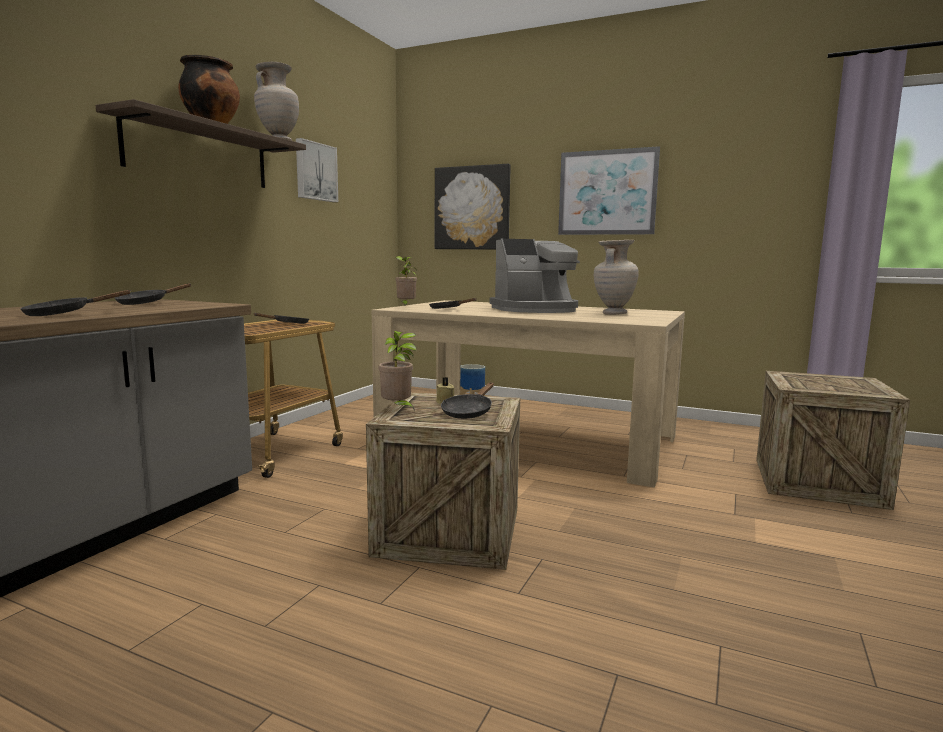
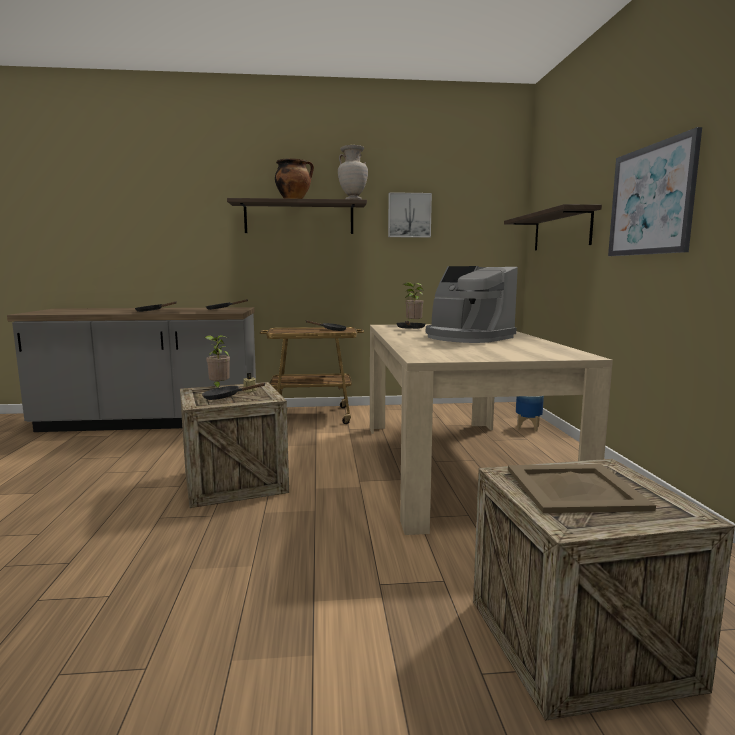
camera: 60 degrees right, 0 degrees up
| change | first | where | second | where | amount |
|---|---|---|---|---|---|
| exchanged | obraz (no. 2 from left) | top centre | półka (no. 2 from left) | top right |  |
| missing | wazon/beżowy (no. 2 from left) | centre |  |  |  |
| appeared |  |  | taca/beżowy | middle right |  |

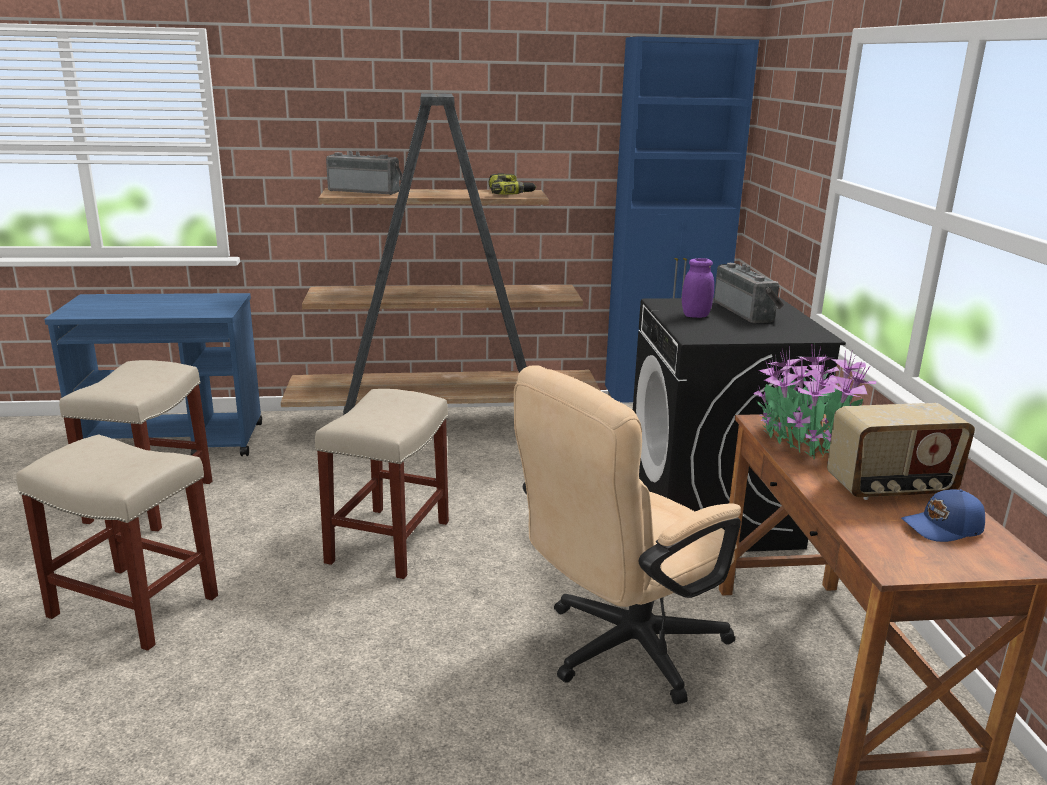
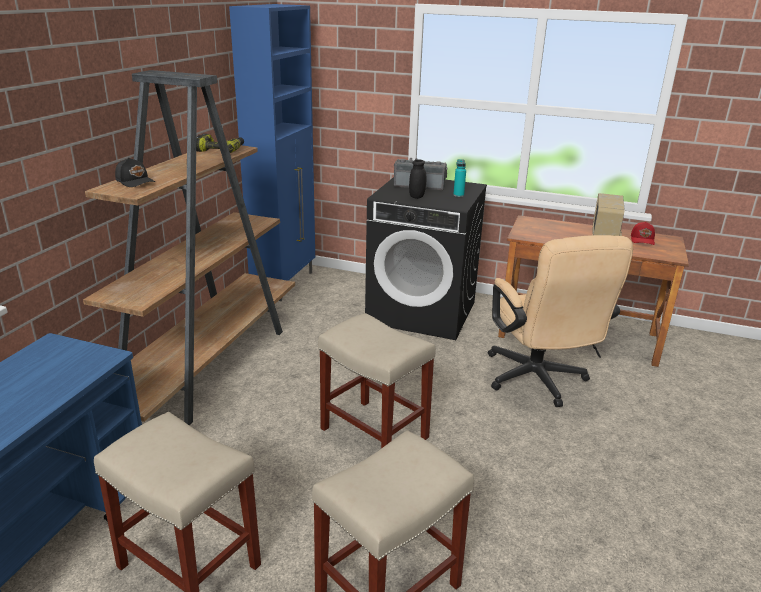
camera: 65 degrees left, 5 degrees up
| change | first | where | second | where | amount |
|---|---|---|---|---|---|
| exchanged | radio (no. 1 from left) | top centre | czapka z daszkiem/czarny | top left |  |
| colour | słoik/fioletowy | middle right | słoik/czarny | top centre |  |
| missing | roślina doniczkowa | middle right |  |  |  |
| colour | czapka z daszkiem/niebieski | middle right | czapka z daszkiem/czerwony | middle right |  |
| appeared |  |  | butelka/turkusowy | top centre |  |

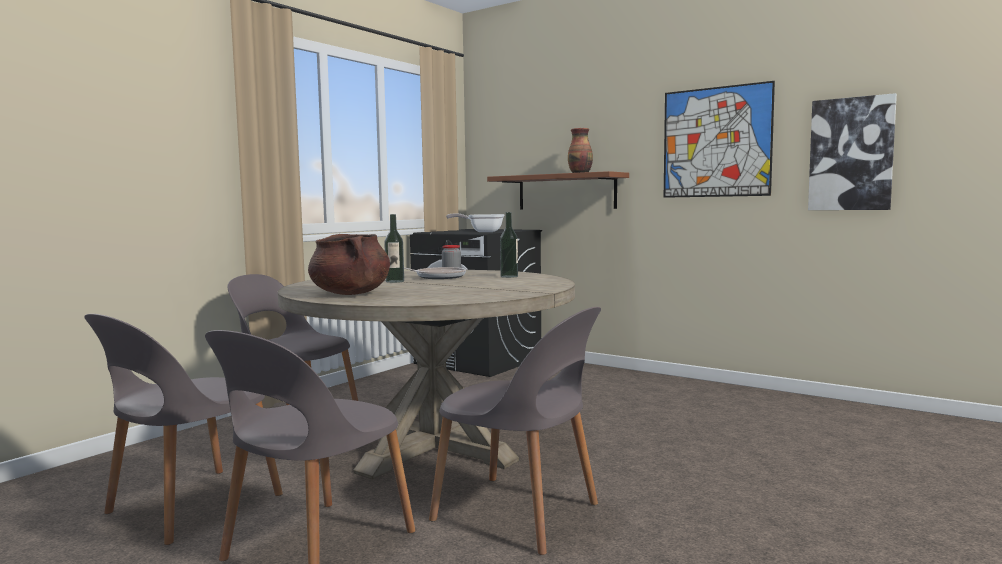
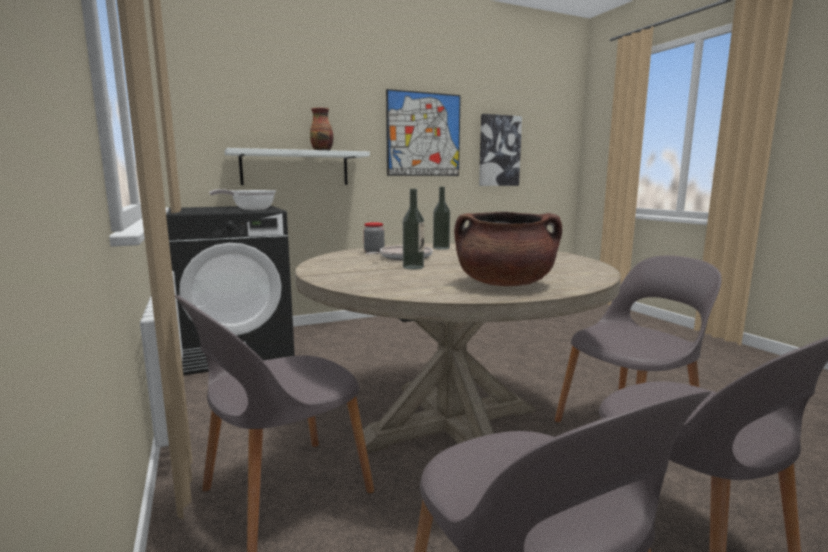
camera: 60 degrees left, 5 degrees up
| change | first | where | second | where | amount |
|---|---|---|---|---|---|
| colour | półka/brązowy | centre | półka/biały | top centre |  |

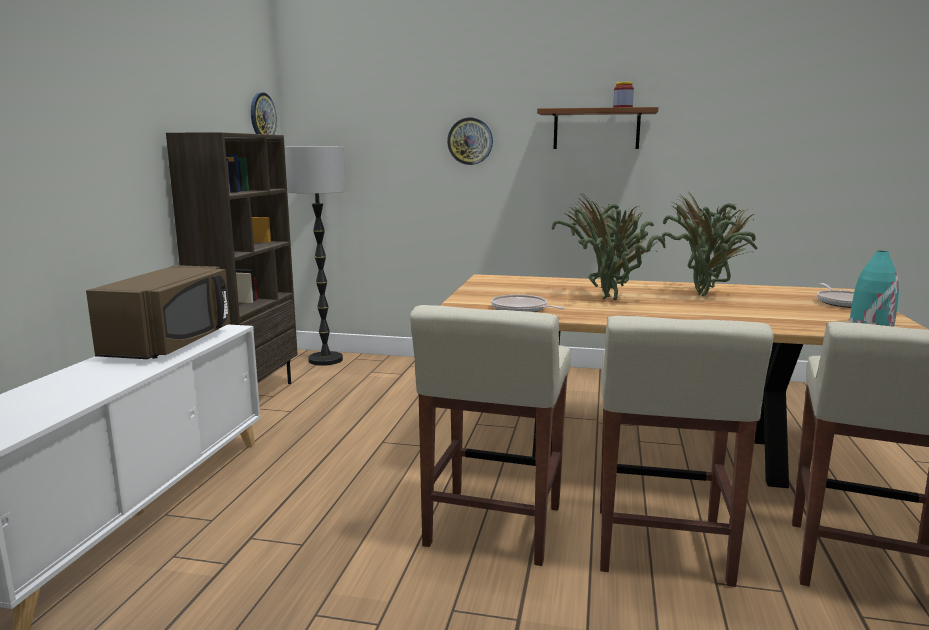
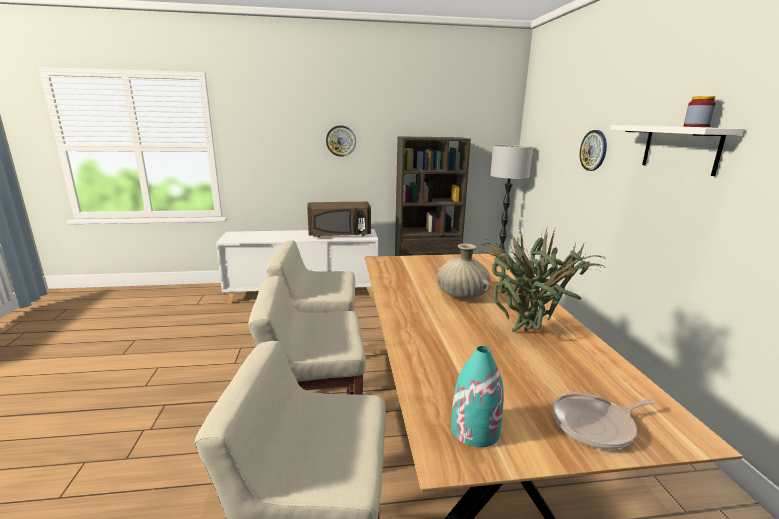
camera: 70 degrees right, 5 degrees up
| change | first | where | second | where | amount |
|---|---|---|---|---|---|
| relocated | zegar ścienny (no. 1 from left) | top left |  | top centre |  |
| missing | patelnia (no. 1 from left) | centre |  |  |  |
| colour | półka/brązowy | top centre | półka/biały | top right |  |
| exchanged | roślina doniczkowa (no. 1 from left) | centre | wazon/beżowy | centre |  |

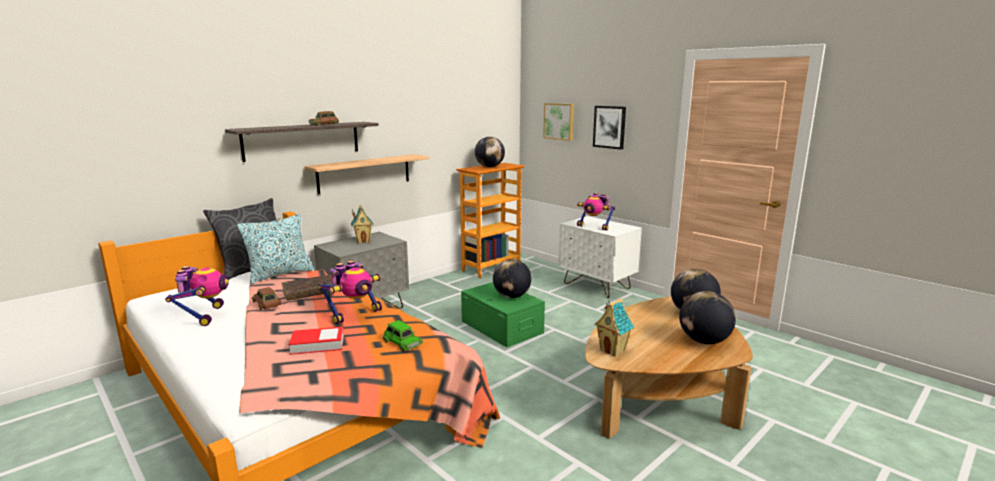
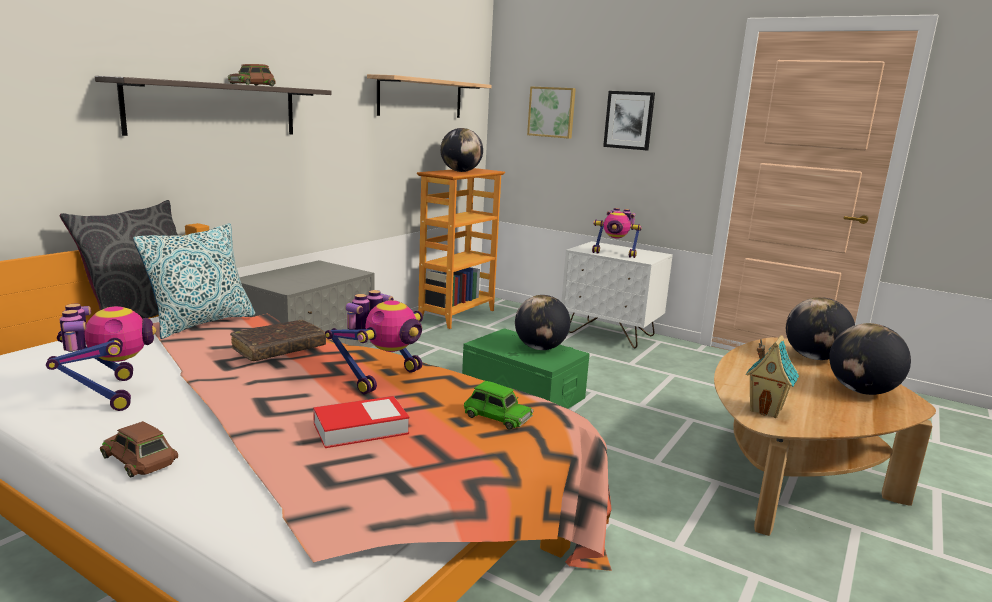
camera: 15 degrees left, 0 degrees up
| change | first | where | second | where | amount |
|---|---|---|---|---|---|
| relocated | samochodzik/brązowy (no. 1 from left) | middle left |  | bottom left |  |
| relocated | półka (no. 2 from left) | centre |  | top centre |  |
| missing | domek (no. 1 from left) | centre |  |  |  |

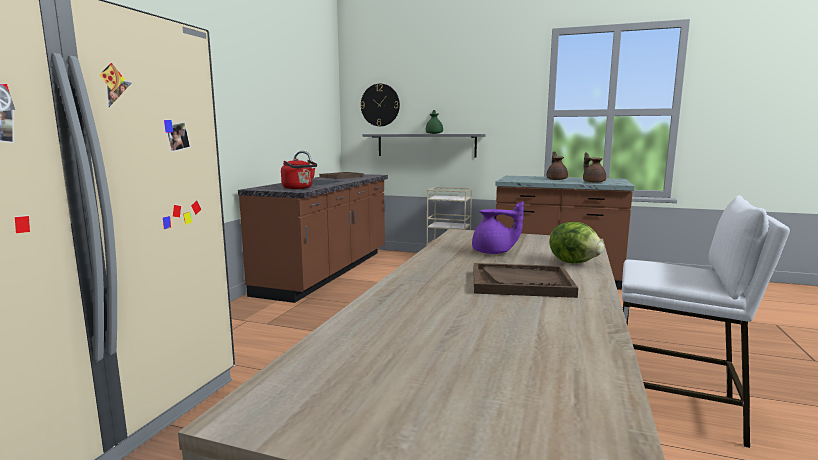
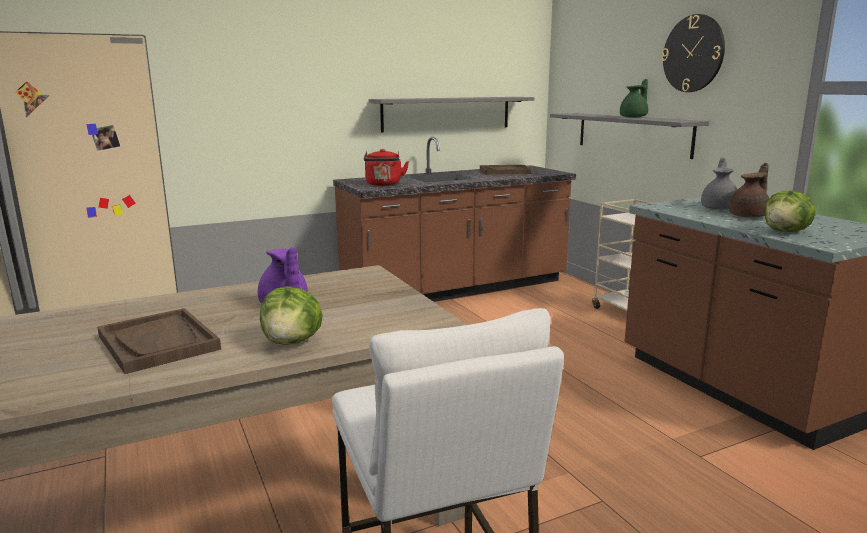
camera: 45 degrees right, 5 degrees up
| change | first | where | second | where | amount |
|---|---|---|---|---|---|
| relocated | zegar ścienny | top centre |  | top right |  |
| exchanged | imbryk/brązowy (no. 2 from left) | middle right | sałata (no. 2 from left) | middle right |  |
| appeared |  |  | półka/szary (no. 1 from left) | top centre |  |
| appeared |  |  | imbryk/szary | middle right |  |

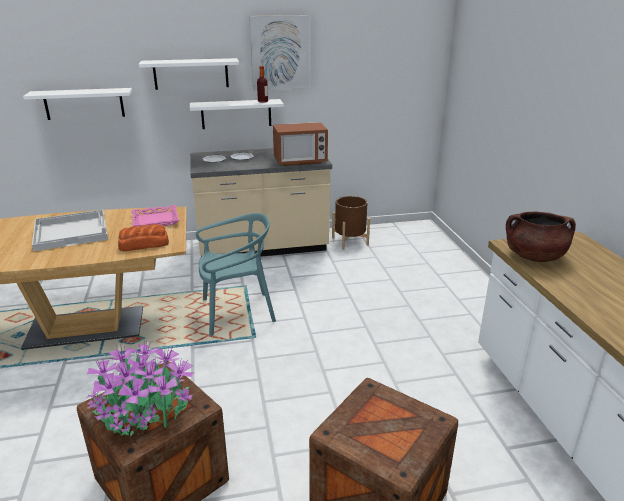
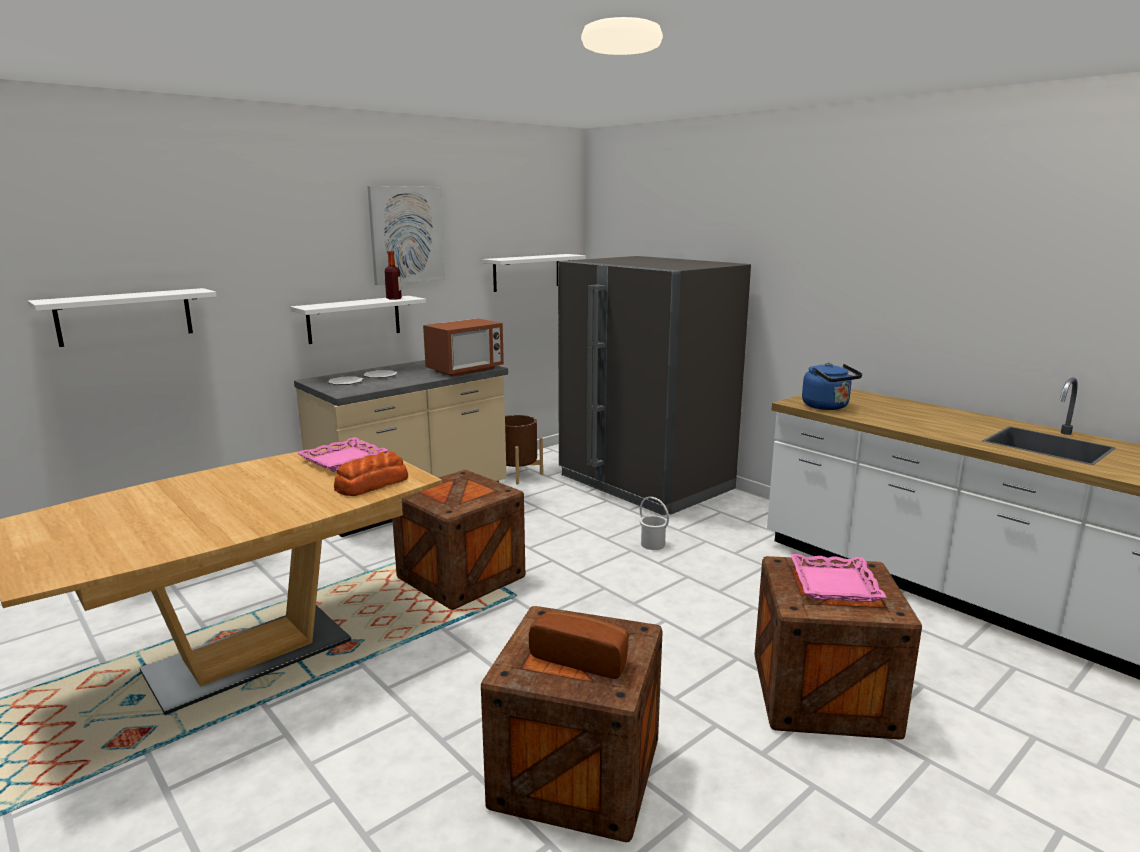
camera: 30 degrees left, 10 degrees down
| change | first | where | second | where | amount |
|---|---|---|---|---|---|
| missing | taca/biały | middle left |  |  |  |
| exchanged | roślina doniczkowa | bottom left | chleb (no. 2 from left) | bottom centre |  |
| relocated | półka/biały (no. 2 from left in the first image) | top left | półka/biały (no. 3 from left) | top centre |  |
| exchanged | krzesło/turkusowy | centre | skrzynka (no. 1 from left) | centre |  |
| exchanged | garnek/brązowy | middle right | czajnik/niebieski | middle right |  |
| appeared |  |  | lodówka/szary | centre |  |
| appeared |  |  | wiadro/biały | centre |  |
| appeared |  |  | taca/różowy (no. 2 from left) | bottom right |  |

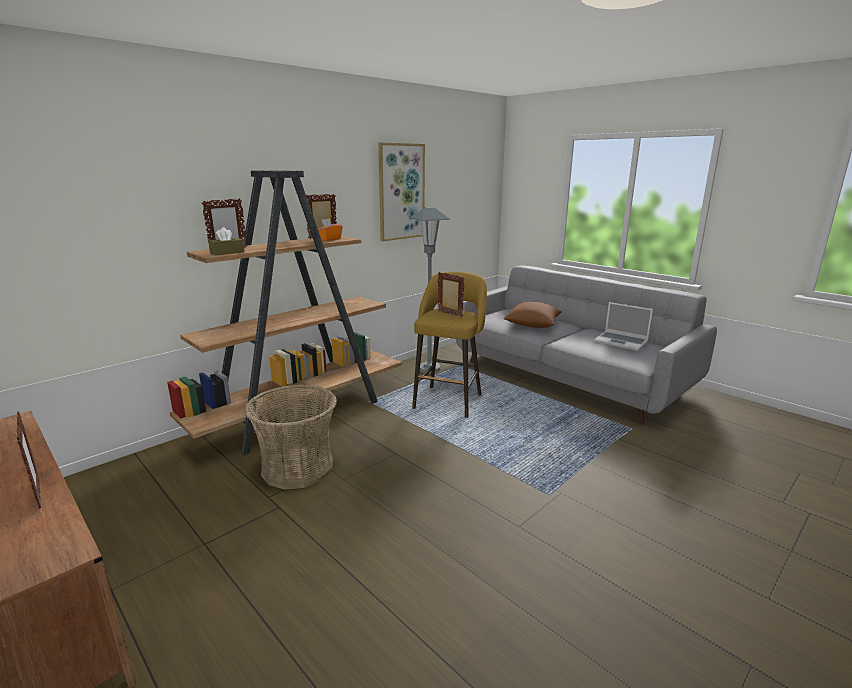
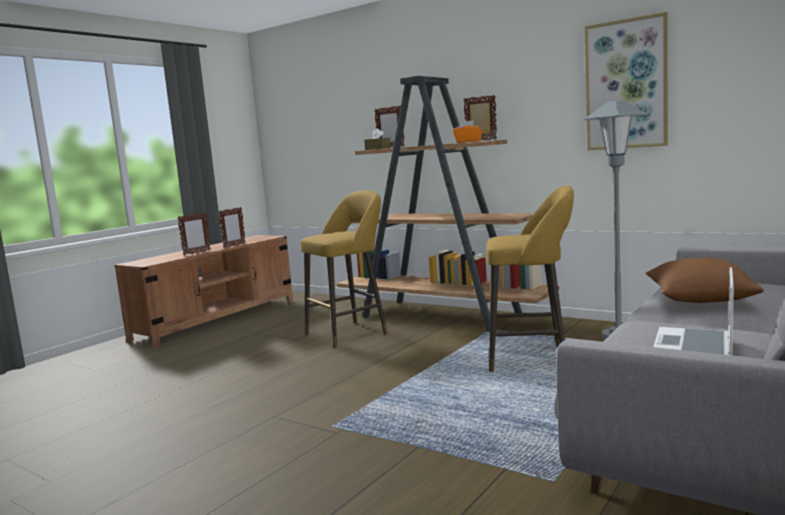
camera: 80 degrees right, 10 degrees down
| change | first | where | second | where | amount |
|---|---|---|---|---|---|
| exchanged | koszyk | centre | stołek/żółty (no. 1 from left) | centre |  |
| relocated | ramka na zdjęcie (no. 4 from left in the first image) | centre | ramka na zdjęcie (no. 2 from left) | middle left |  |

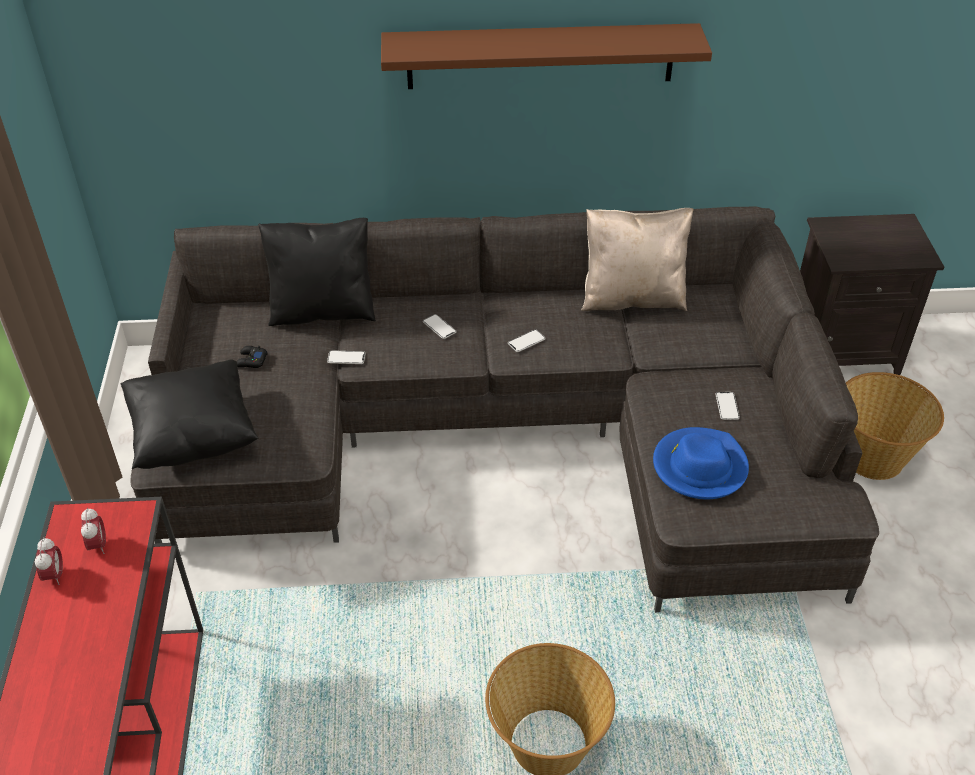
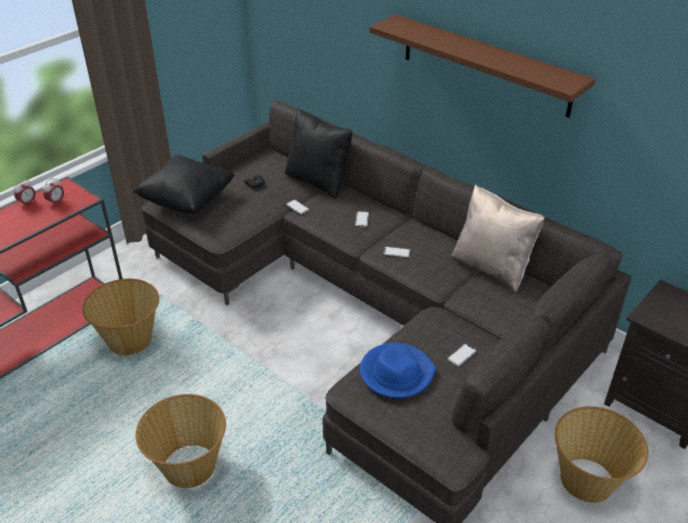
camera: 45 degrees right, 5 degrees down
| change | first | where | second | where | amount |
|---|---|---|---|---|---|
| appeared |  |  | koszyk (no. 1 from left) | middle left |  |

